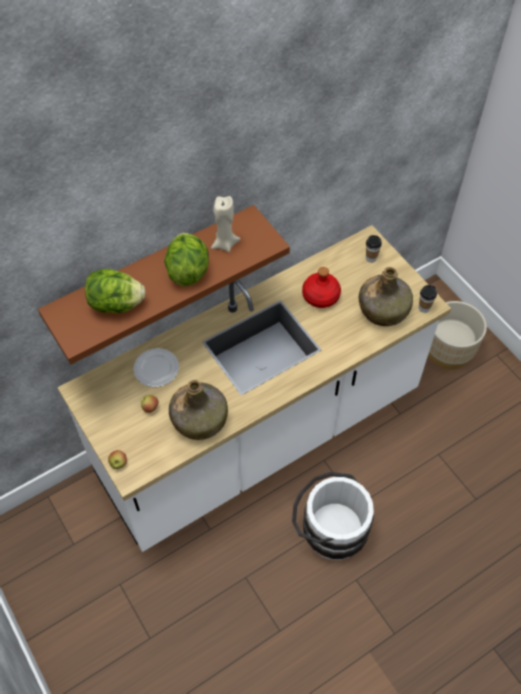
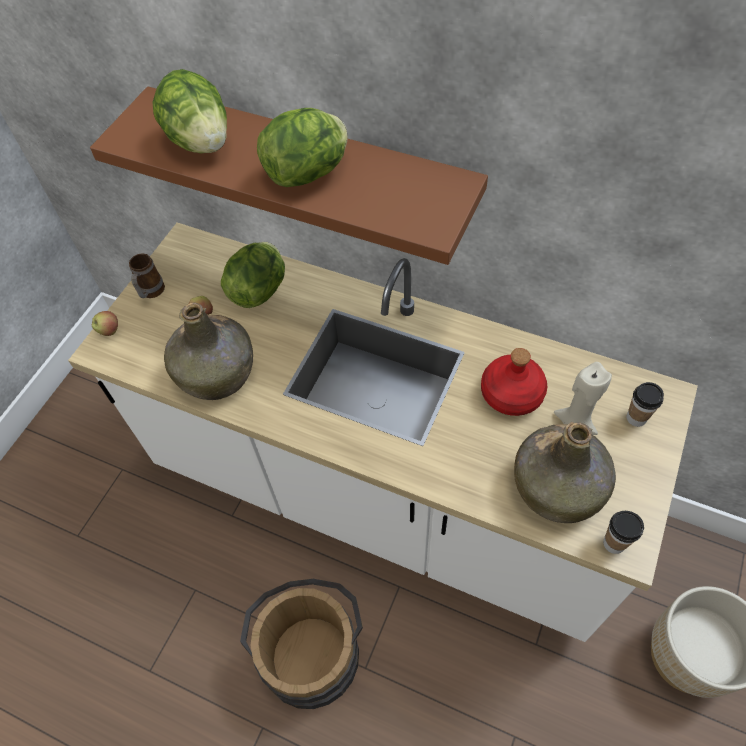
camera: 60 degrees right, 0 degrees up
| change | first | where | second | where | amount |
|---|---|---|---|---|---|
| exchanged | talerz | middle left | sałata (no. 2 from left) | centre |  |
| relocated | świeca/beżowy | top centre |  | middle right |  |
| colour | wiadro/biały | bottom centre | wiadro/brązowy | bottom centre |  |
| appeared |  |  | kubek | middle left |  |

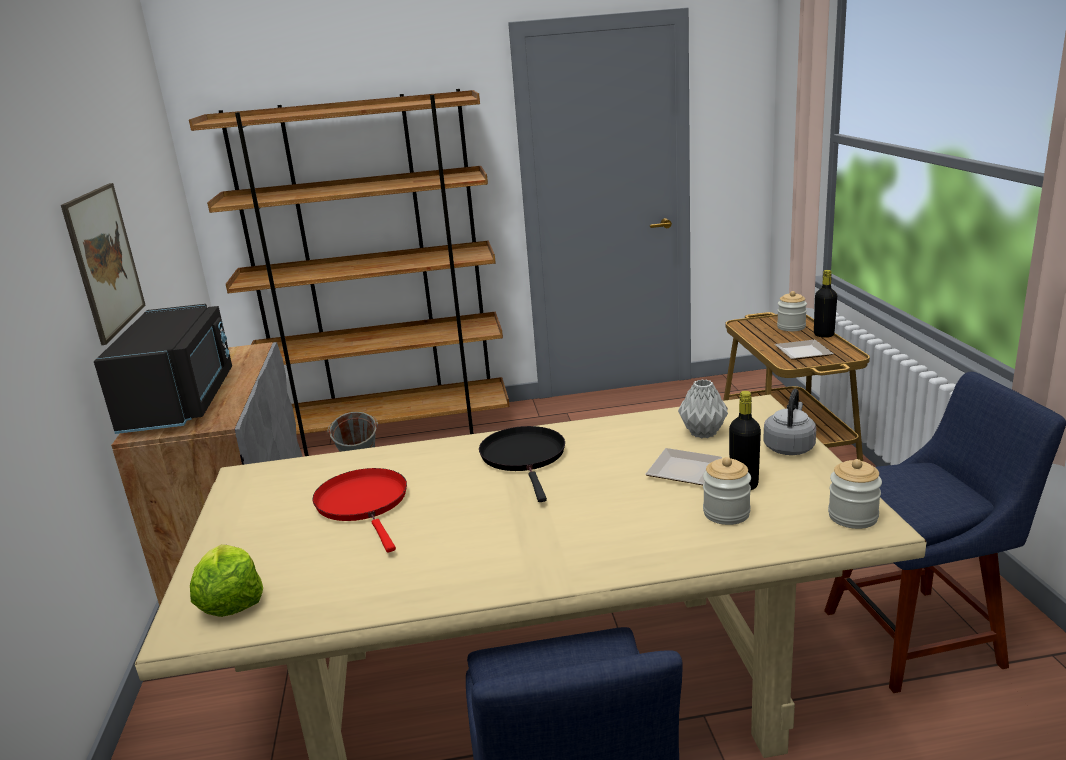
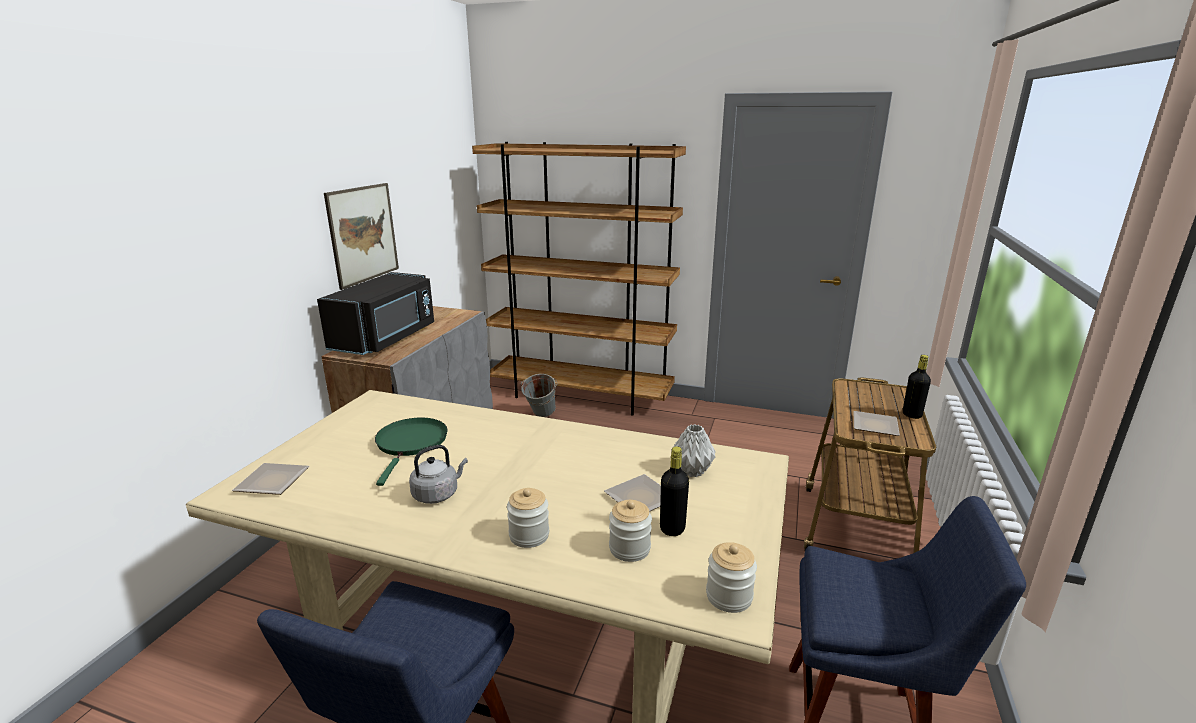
camera: 25 degrees right, 0 degrees up
| change | first | where | second | where | amount |
|---|---|---|---|---|---|
| exchanged | sałata | bottom left | talerz (no. 1 from left) | middle left |  |
| colour | patelnia/czerwony | bottom centre | patelnia/zielony | centre |  |
| missing | patelnia/czarny | centre |  |  |  |
| relocated | czajnik/szary | middle right |  | centre |  |
| relocated | słoik (no. 2 from left in the first image) | middle right | słoik (no. 1 from left) | bottom centre |  |

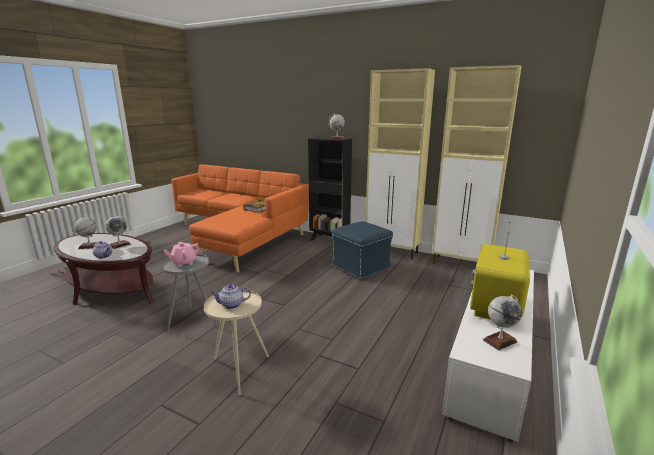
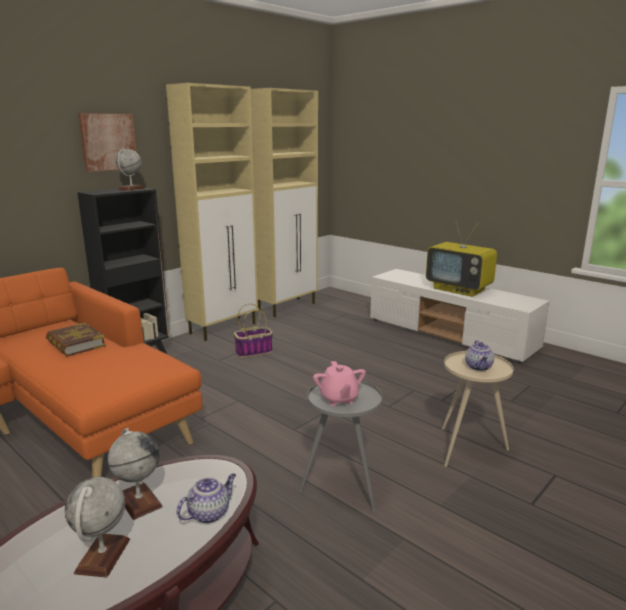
camera: 75 degrees left, 0 degrees up
| change | first | where | second | where | amount |
|---|---|---|---|---|---|
| exchanged | pufa/niebieski | centre | koszyk | centre |  |
| missing | globus (no. 4 from left) | bottom right |  |  |  |
| appeared |  |  | obraz | top left |  |

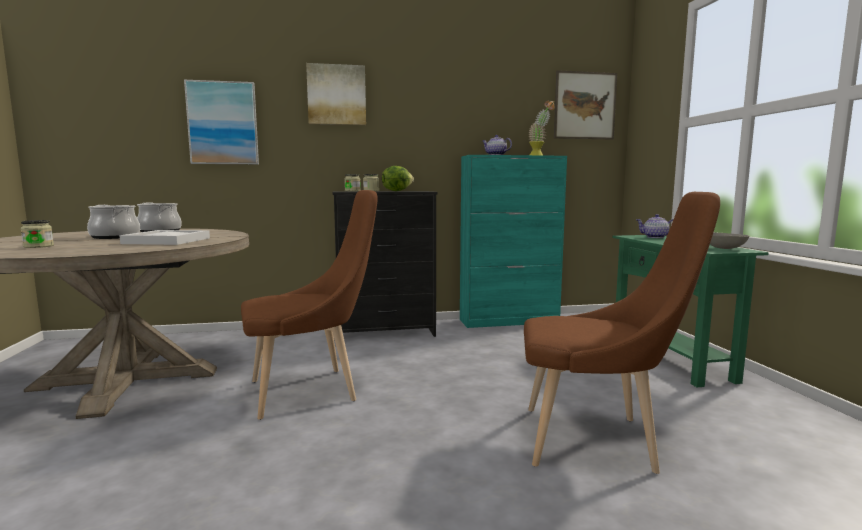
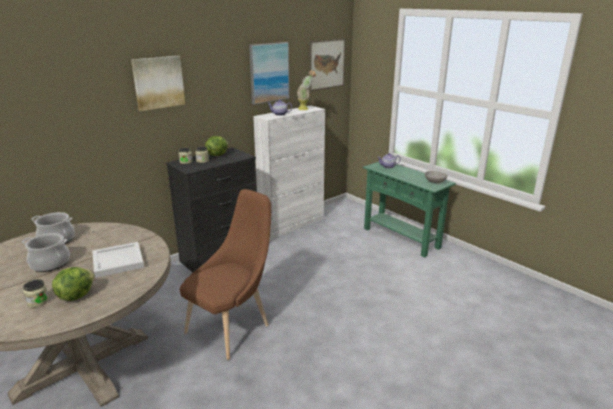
camera: 30 degrees left, 15 degrees up
| change | first | where | second | where | amount |
|---|---|---|---|---|---|
| relocated | obraz (no. 1 from left in the first image) | top left | obraz (no. 2 from left) | top centre |  |
| colour | szafka/turkusowy | centre | szafka/biały | centre |  |
| missing | krzesło/brązowy (no. 2 from left) | middle right |  |  |  |
| appeared |  |  | sałata (no. 1 from left) | bottom left |  |

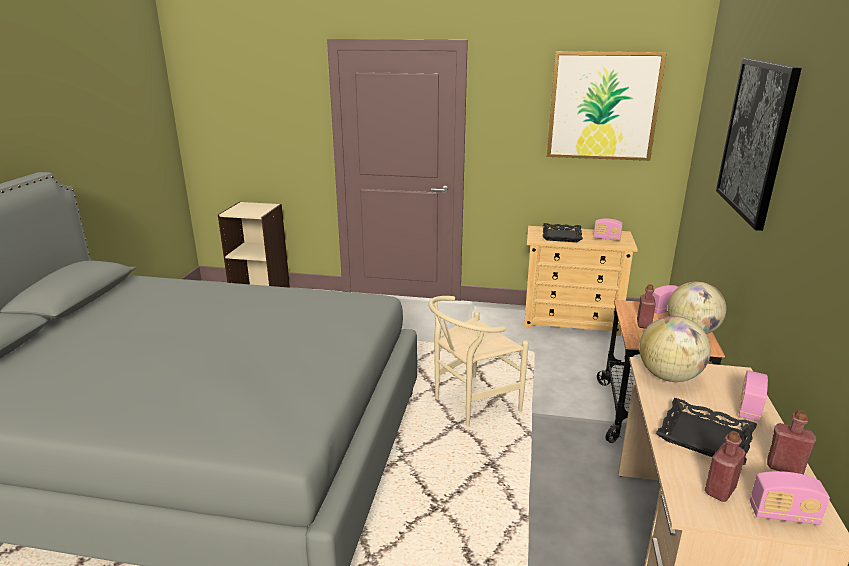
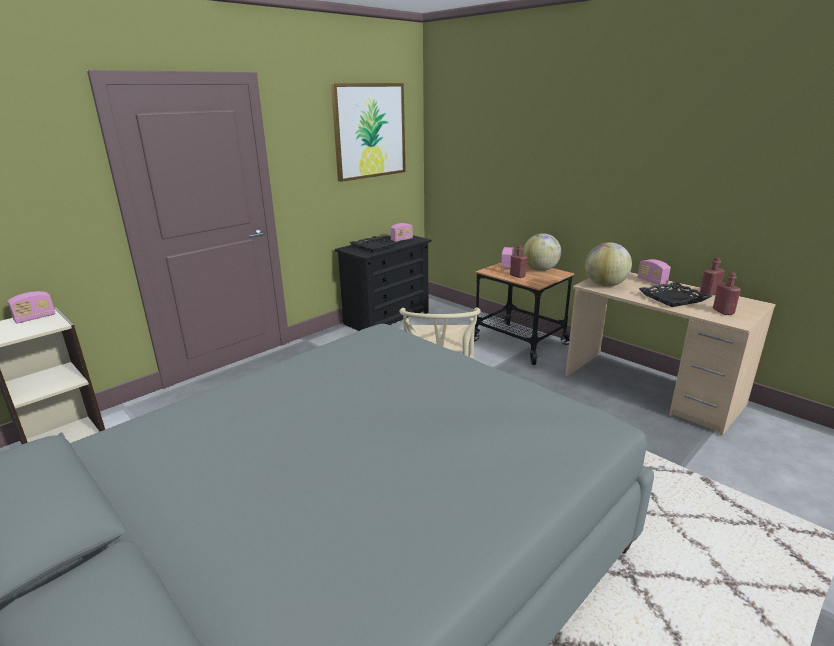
camera: 55 degrees left, 0 degrees up
| change | first | where | second | where | amount |
|---|---|---|---|---|---|
| colour | komoda/beżowy | middle right | komoda/czarny | centre |  |
| missing | obraz (no. 2 from left) | top right |  |  |  |
| relocated | radio (no. 4 from left in the first image) | bottom right | radio (no. 1 from left) | middle left |  |

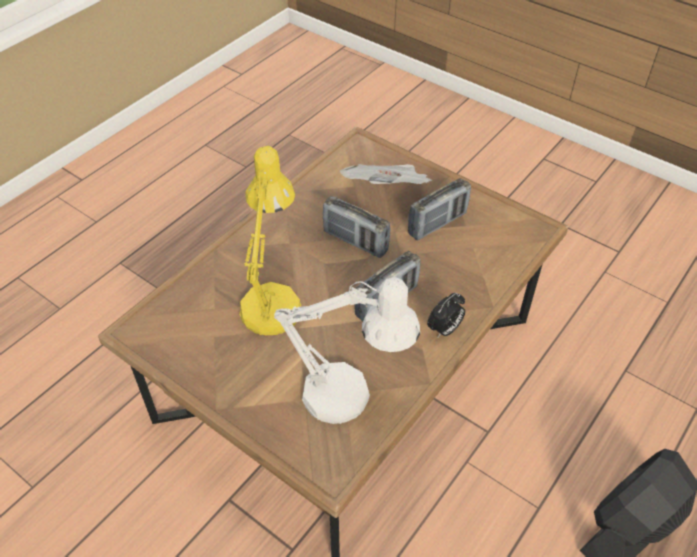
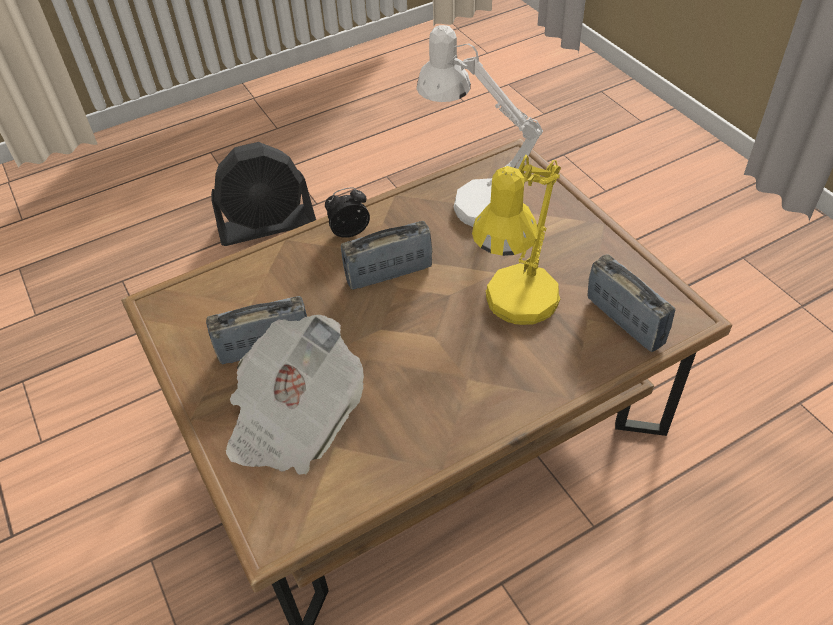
camera: 155 degrees left, 0 degrees up
| change | first | where | second | where | amount |
|---|---|---|---|---|---|
| relocated | radio (no. 1 from left in the first image) | centre | radio (no. 3 from left) | middle right |  |

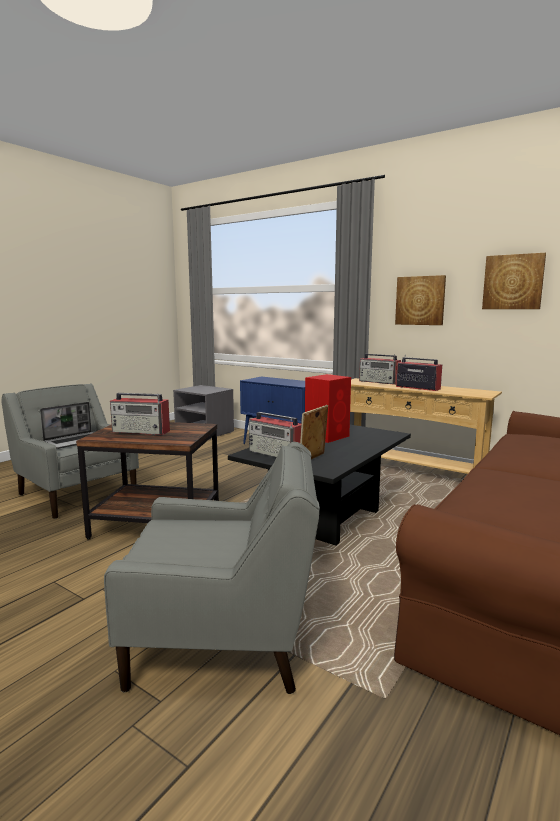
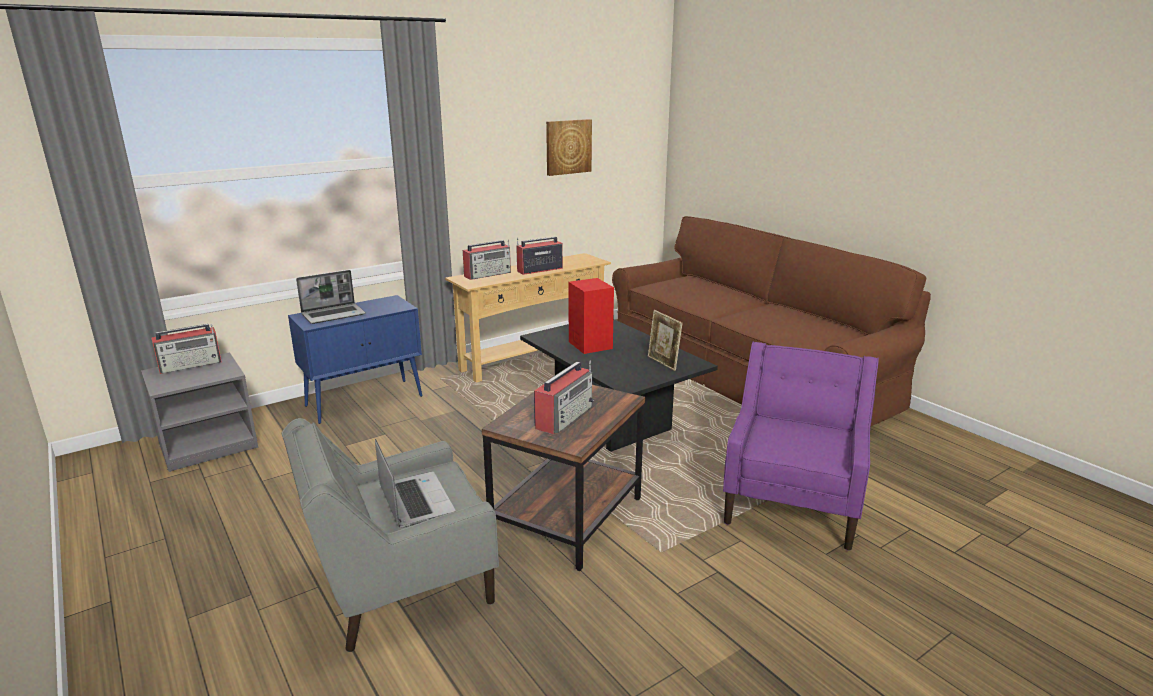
camera: 70 degrees left, 10 degrees up
| change | first | where | second | where | amount |
|---|---|---|---|---|---|
| colour | fotel/szary (no. 2 from left) | bottom centre | fotel/fioletowy | middle right |  |
| relocated | radio (no. 2 from left in the first image) | centre | radio (no. 1 from left) | middle left |  |
| missing | obraz (no. 1 from left) | middle right |  |  |  |
| appeared |  |  | laptop (no. 1 from left) | middle left |  |

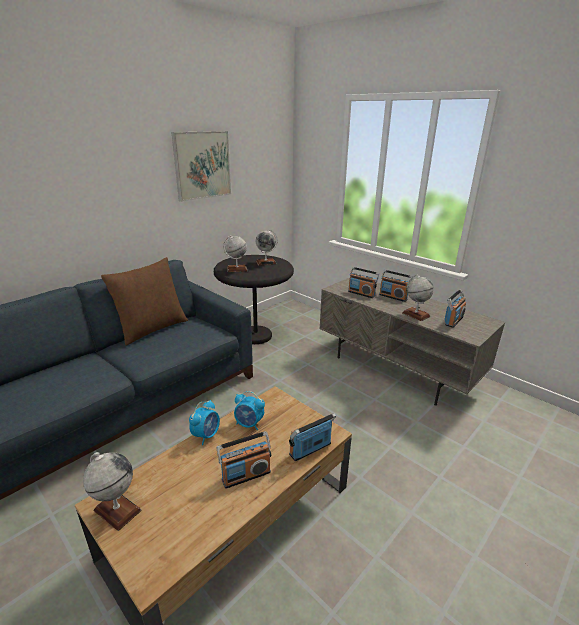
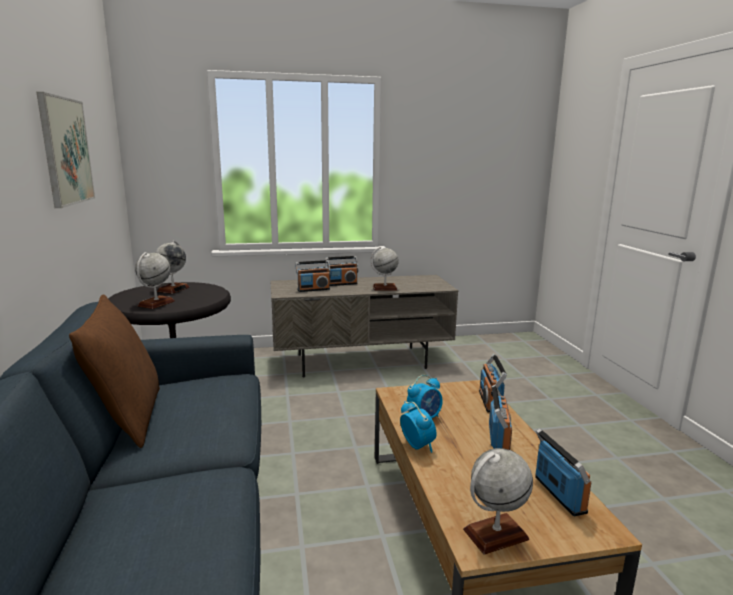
camera: 55 degrees left, 10 degrees down
| change | first | where | second | where | amount |
|---|---|---|---|---|---|
| relocated | radio (no. 5 from left) | middle right |  | bottom right |  |

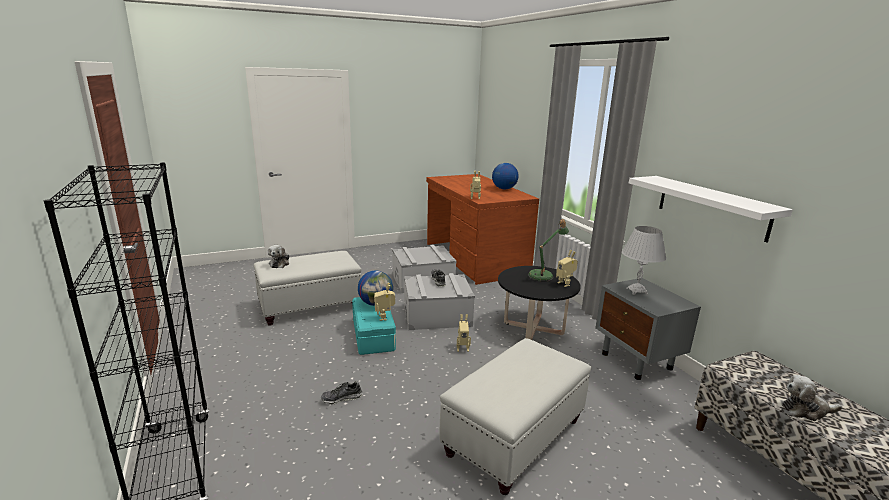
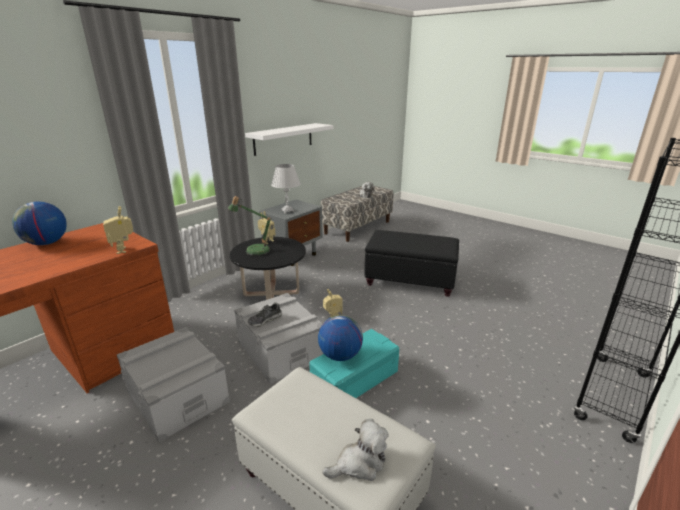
camera: 115 degrees left, 5 degrees up
| change | first | where | second | where | amount |
|---|---|---|---|---|---|
| missing | but (no. 1 from left) | bottom centre |  |  |  |
| missing | robot zabawkowy (no. 1 from left) | centre |  |  |  |
| colour | pufa/biały (no. 2 from left) | bottom centre | pufa/czarny | centre |  |

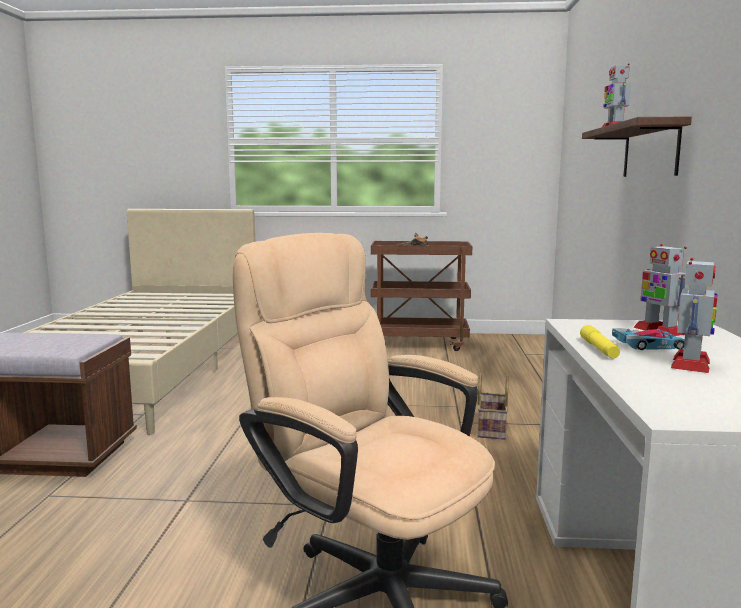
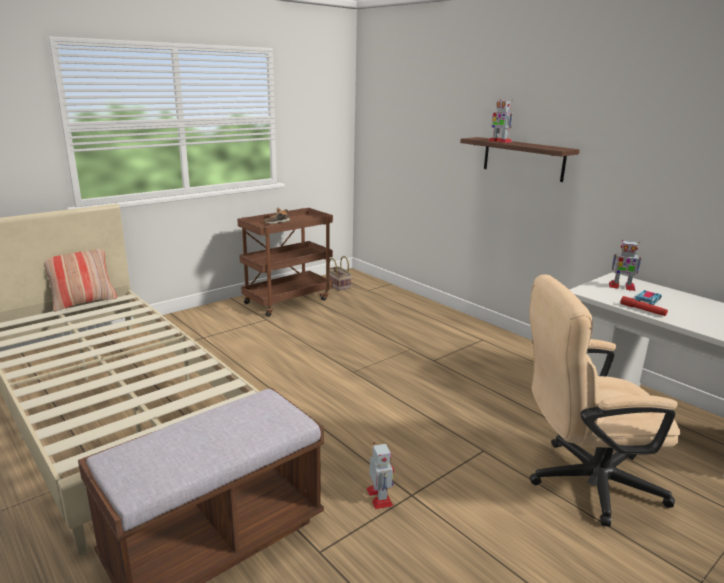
camera: 45 degrees left, 10 degrees up
| change | first | where | second | where | amount |
|---|---|---|---|---|---|
| relocated | koszyk | bottom centre |  | centre |  |
| colour | latarka/żółty | middle right | latarka/czerwony | middle right |  |
| relocated | robot zabawkowy (no. 3 from left in the first image) | middle right | robot zabawkowy (no. 1 from left) | bottom centre |  |
| appeared |  |  | poduszka | middle left |  |

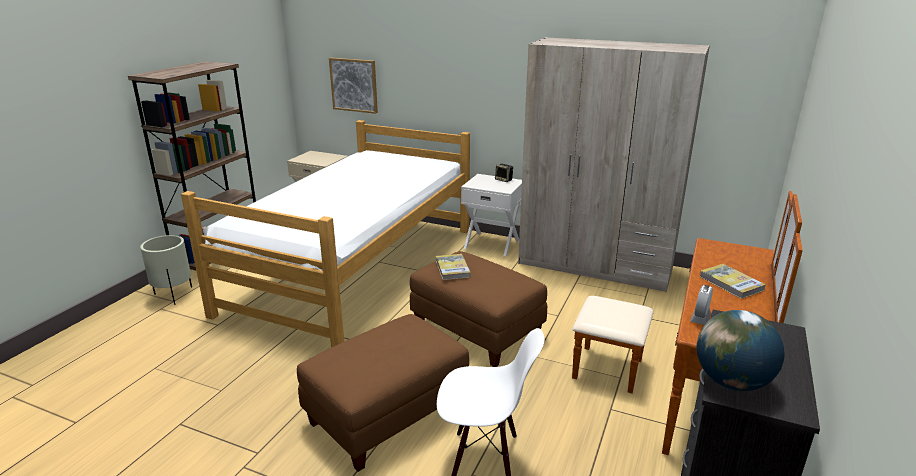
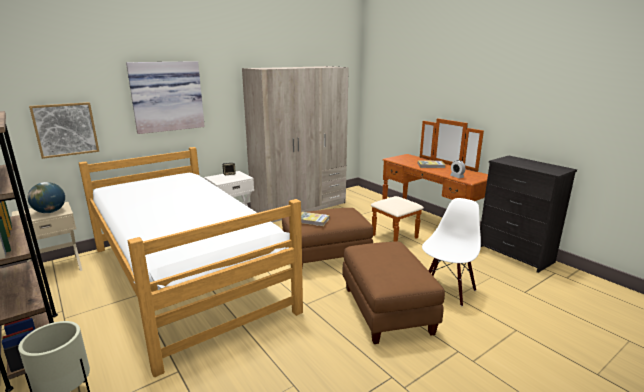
camera: 60 degrees left, 5 degrees down
| change | first | where | second | where | amount |
|---|---|---|---|---|---|
| relocated | globus | bottom right |  | middle left |  |
| appeared |  |  | obraz (no. 2 from left) | top left |  |

